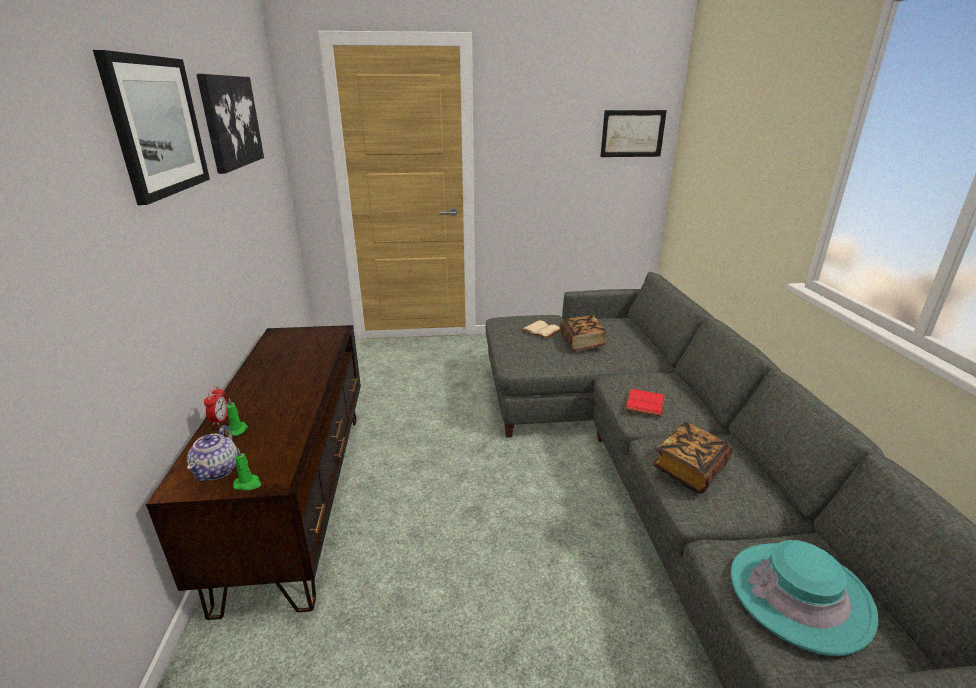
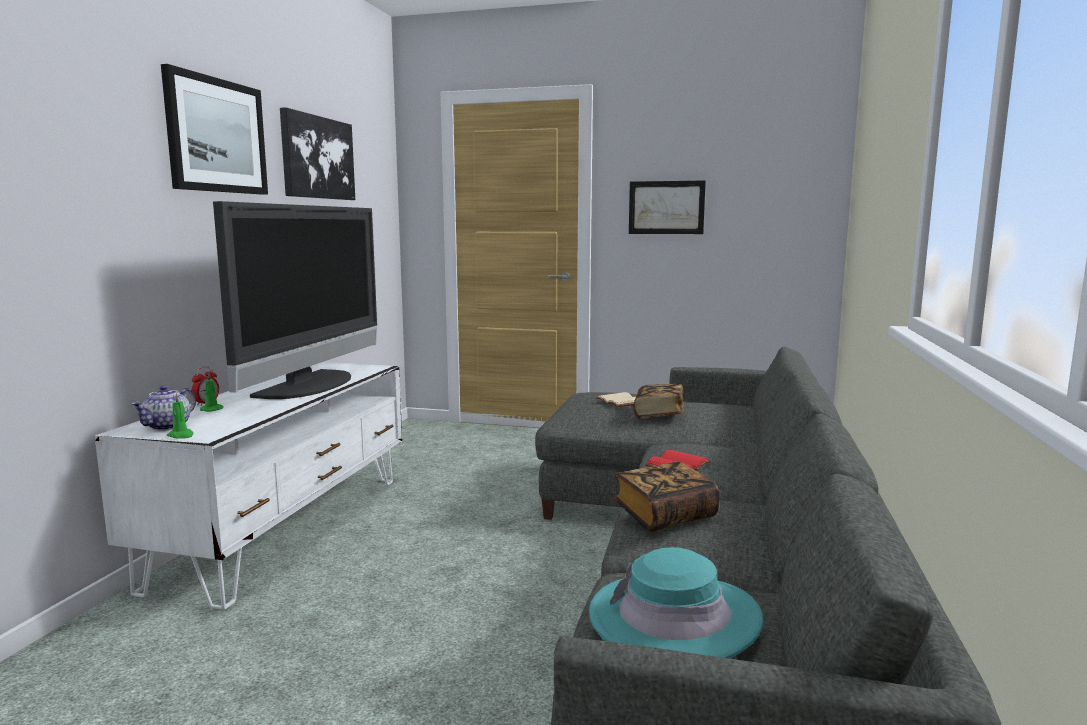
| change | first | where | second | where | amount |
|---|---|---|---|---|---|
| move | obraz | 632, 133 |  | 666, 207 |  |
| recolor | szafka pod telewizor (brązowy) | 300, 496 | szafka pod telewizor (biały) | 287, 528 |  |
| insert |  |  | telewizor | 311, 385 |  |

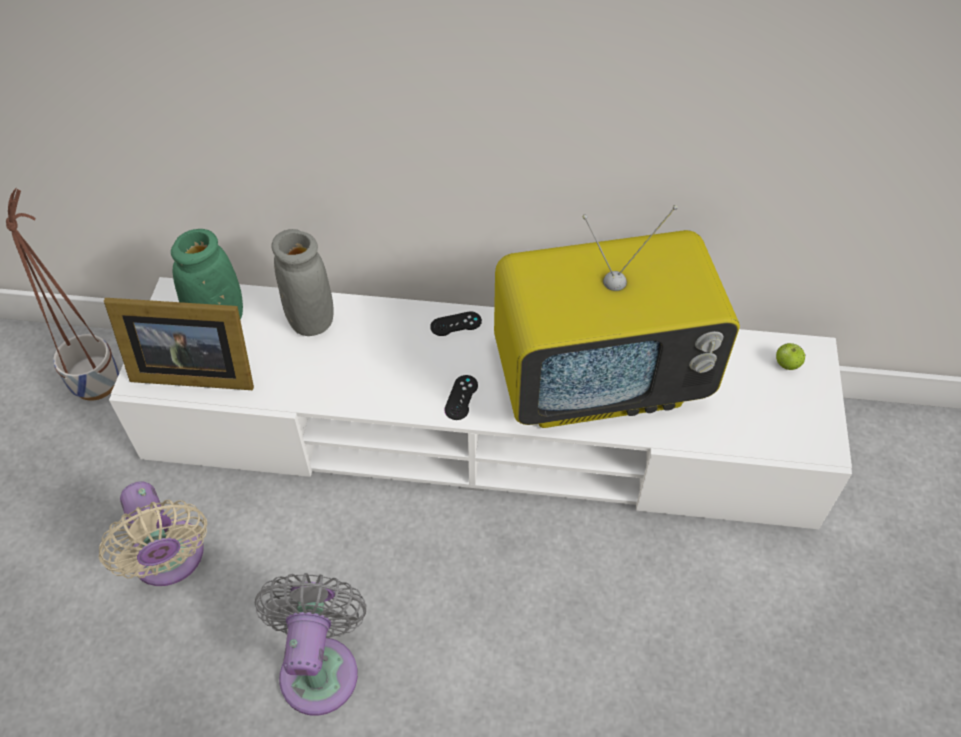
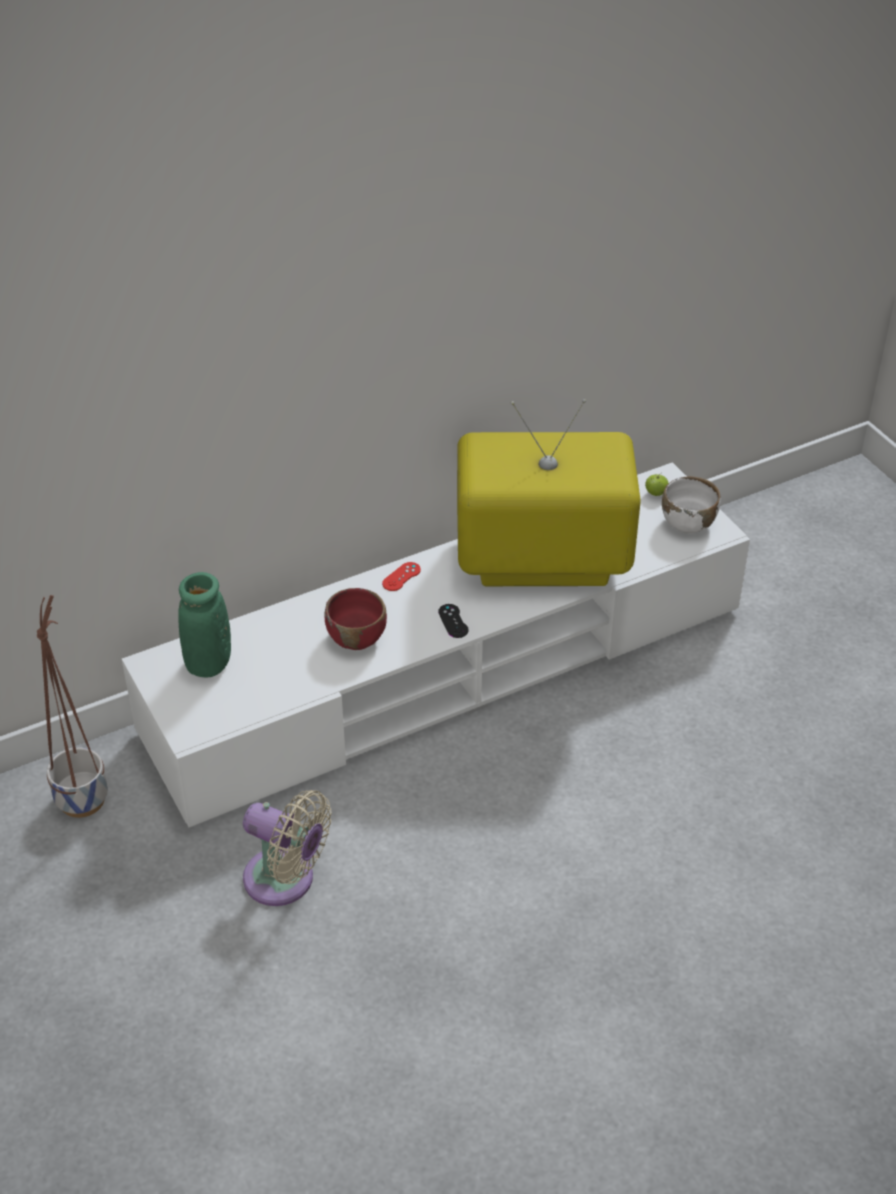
| change | first | where | second | where | amount |
|---|---|---|---|---|---|
| rotate | telewizor | 601, 379 |  | 540, 562 | 135 degrees counterclockwise |
| delete | wazon (szary) | 310, 320 |  |  |  |
| delete | ramka na zdjęcie | 191, 371 |  |  |  |
| recolor | pad do gier (czarny) | 456, 324 | pad do gier (czerwony) | 401, 577 |  |
| delete | wentylator (szary) | 320, 666 |  |  |  |
| insert |  |  | miska (biały) | 688, 523 |  |
| insert |  |  | miska (czerwony) | 357, 637 |  |

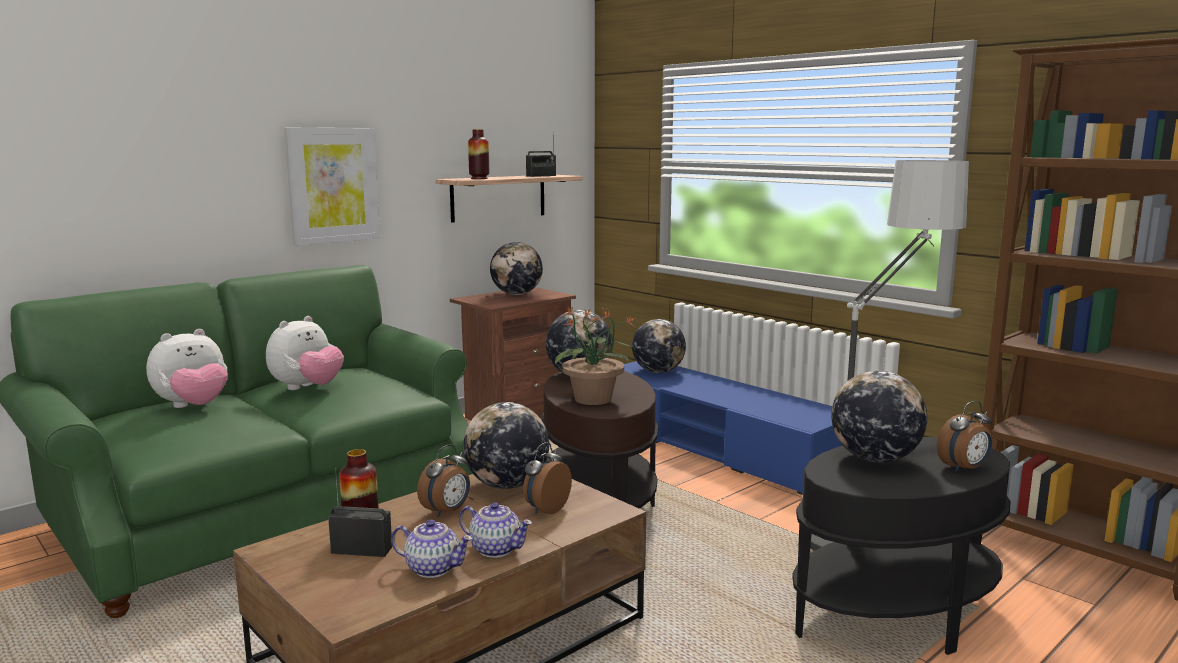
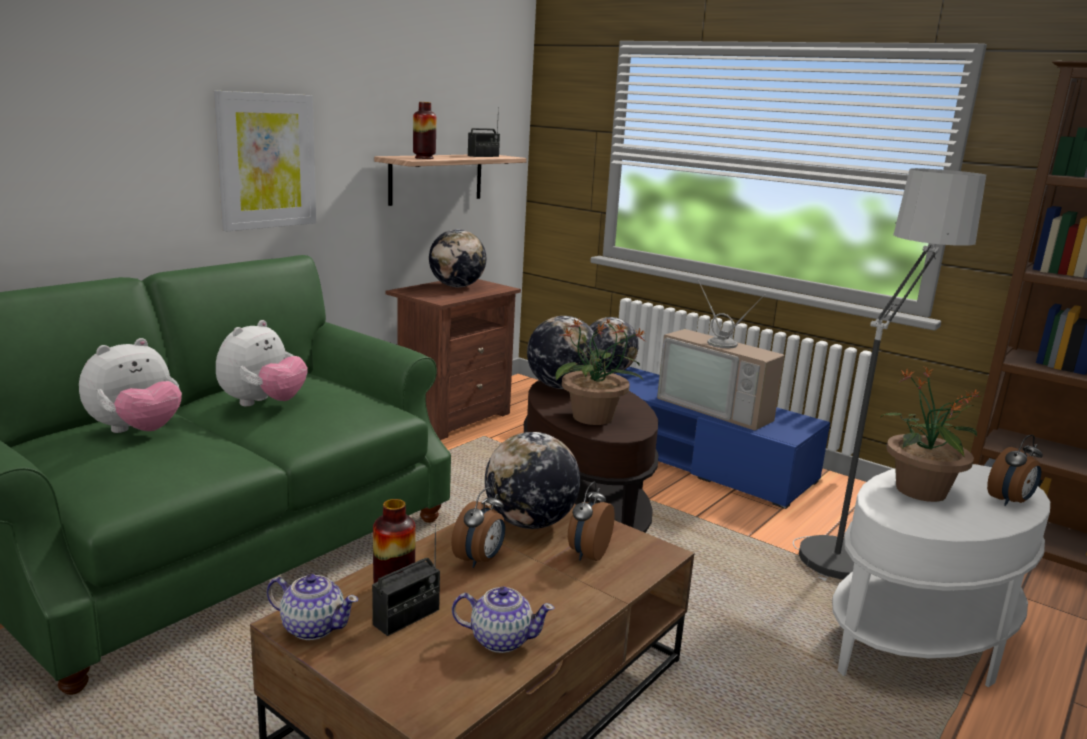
| change | first | where | second | where | amount |
|---|---|---|---|---|---|
| replace | globus | 874, 459 | roślina doniczkowa | 919, 491 |  |
| recolor | stolik (czarny) | 894, 614 | stolik (biały) | 920, 642 |  |
| rotate | radio | 362, 550 |  | 406, 617 | 135 degrees clockwise |
| move | imbryk | 495, 549 |  | 312, 627 |  |
| insert |  |  | telewizor | 719, 408 |  |

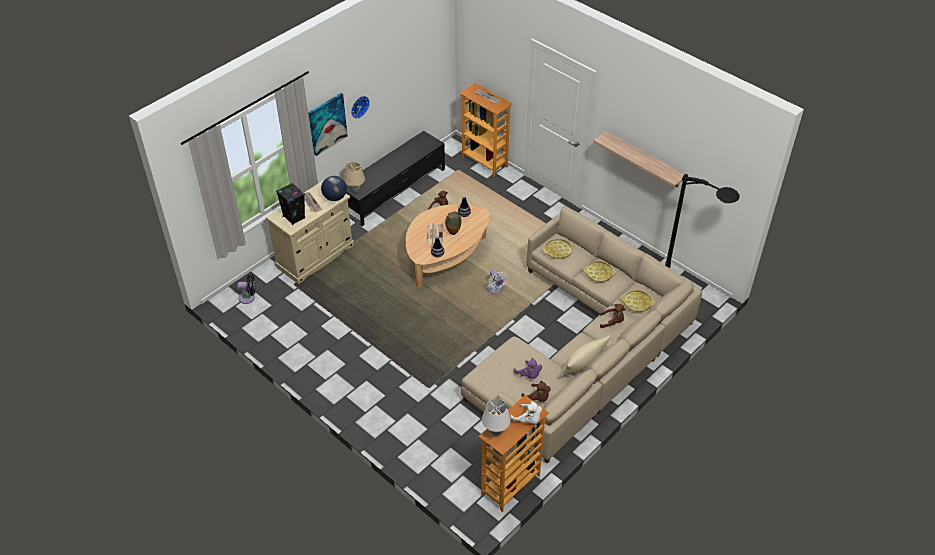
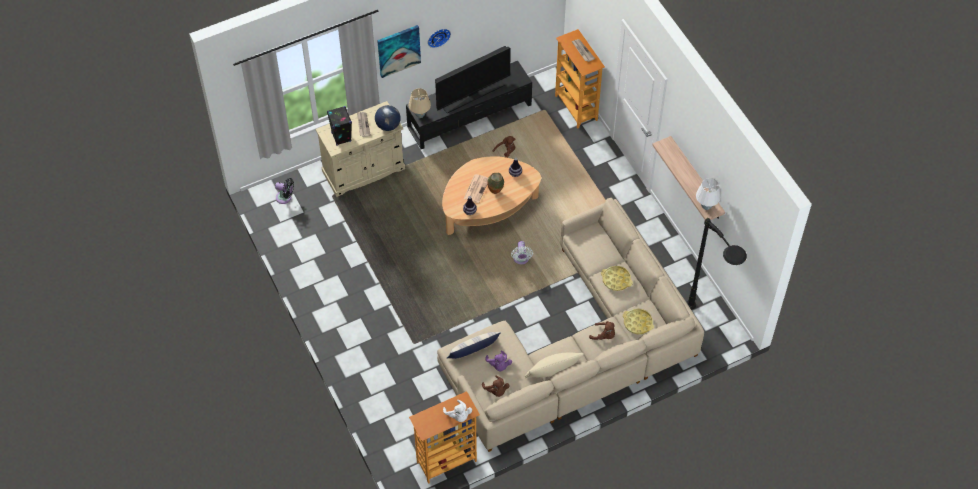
| change | first | where | second | where | amount |
|---|---|---|---|---|---|
| delete | taca (żółty) | 558, 251 |  |  |  |
| move | lampa stołowa (biały) | 495, 431 |  | 706, 206 |  |
| insert |  |  | telewizor | 473, 95 |  |
| insert |  |  | poduszka | 473, 350 |  |

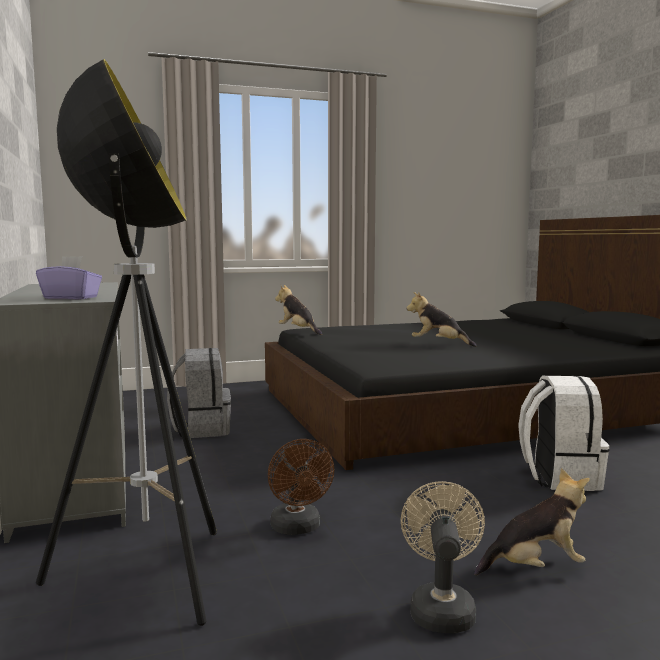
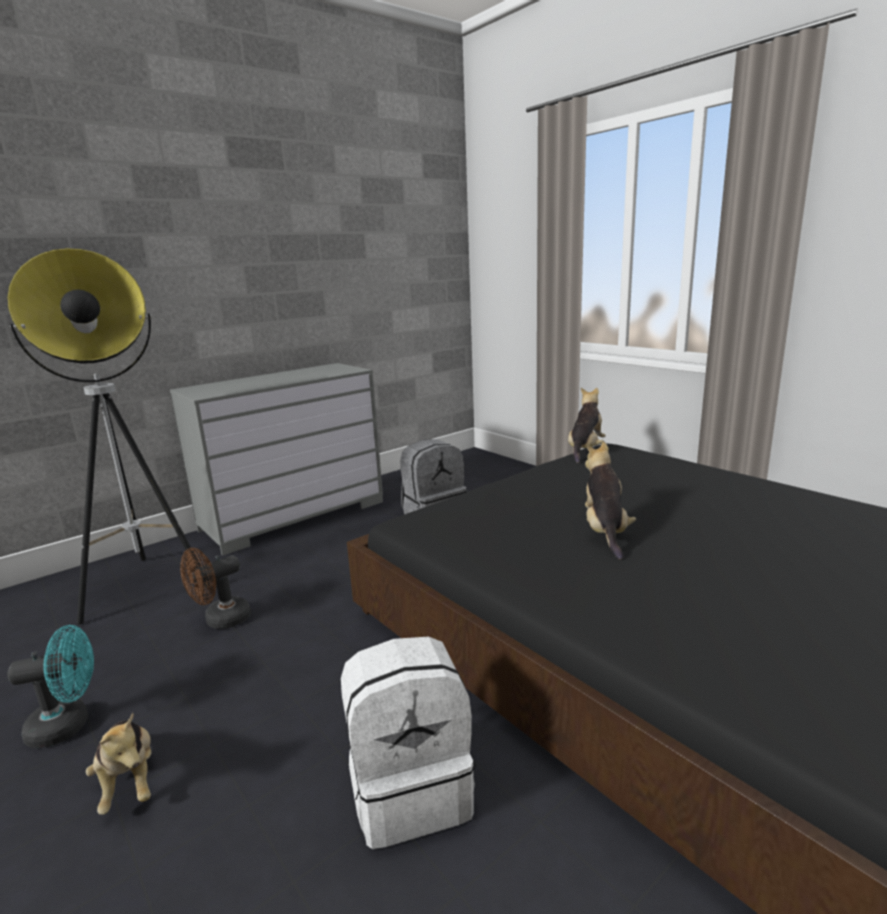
| change | first | where | second | where | amount |
|---|---|---|---|---|---|
| delete | pudełko chusteczek (fioletowy) | 71, 298 |  |  |  |
| recolor | wentylator (beżowy) | 441, 608 | wentylator (turkusowy) | 68, 725 |  |

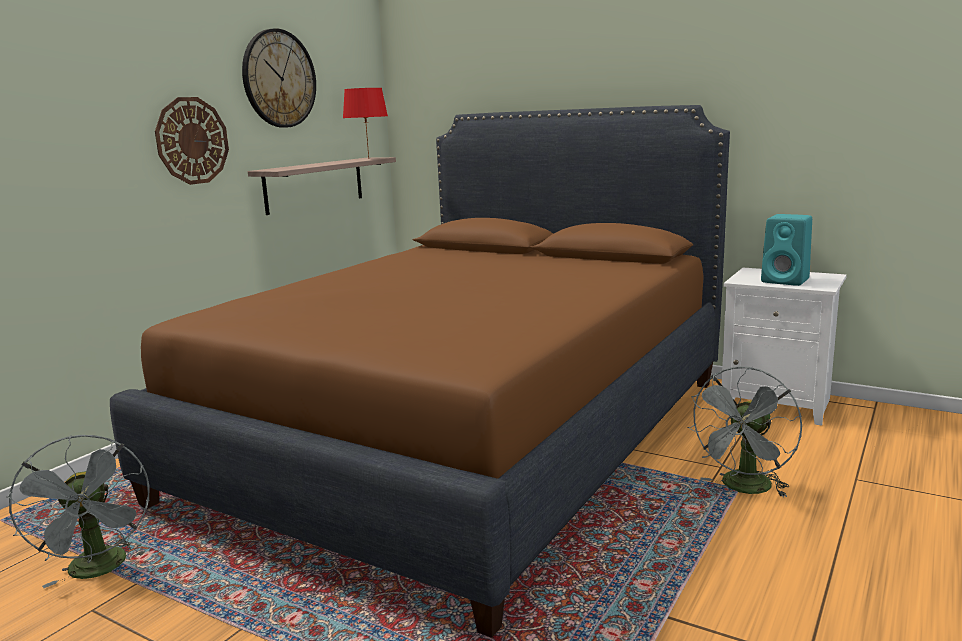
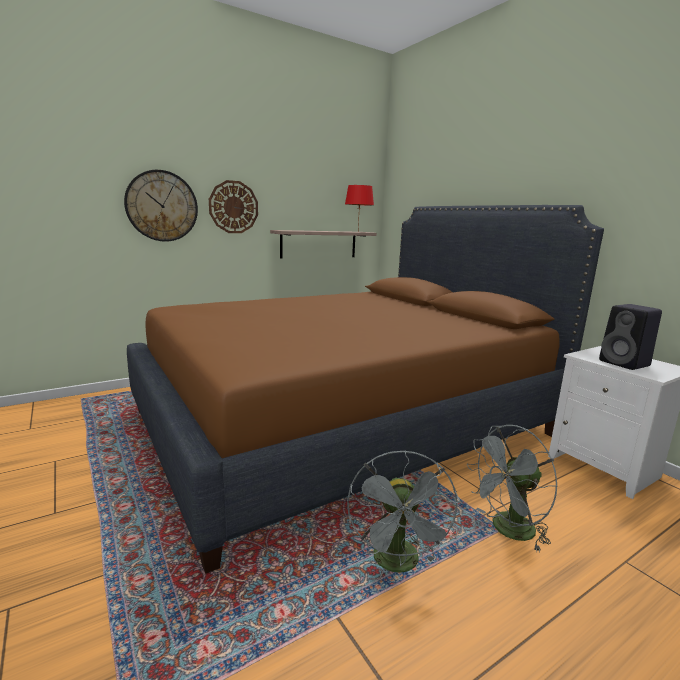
| change | first | where | second | where | amount |
|---|---|---|---|---|---|
| move | zegar ścienny | 279, 79 |  | 162, 206 |  |
| recolor | głośnik (turkusowy) | 786, 281 | głośnik (czarny) | 625, 364 |  |
| move | wentylator (szary) | 100, 570 |  | 398, 565 |  |

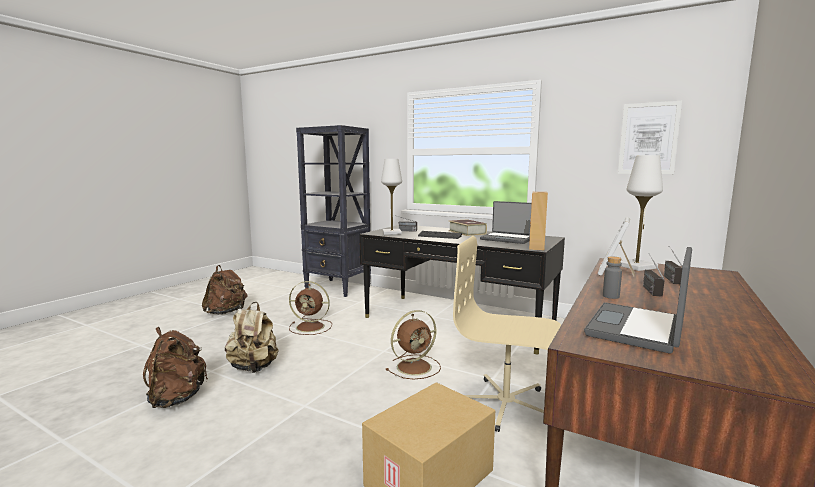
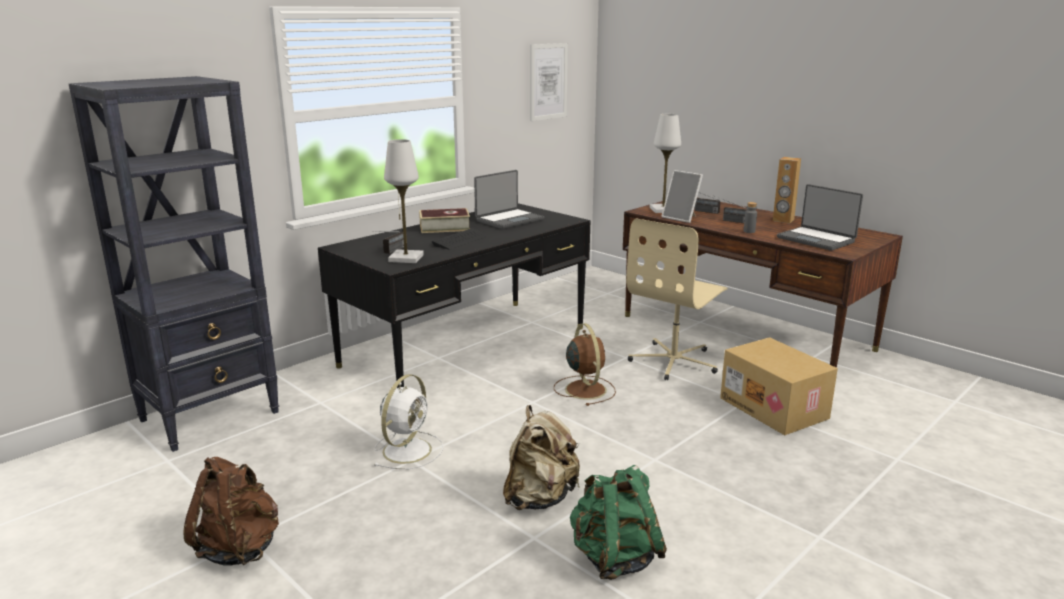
| change | first | where | second | where | amount |
|---|---|---|---|---|---|
| move | głośnik (brązowy) | 536, 248 |  | 783, 220 |  |
| recolor | wentylator (brązowy) | 311, 327 | wentylator (biały) | 408, 449 |  |
| recolor | plecak (brązowy) | 177, 398 | plecak (zielony) | 614, 559 |  |

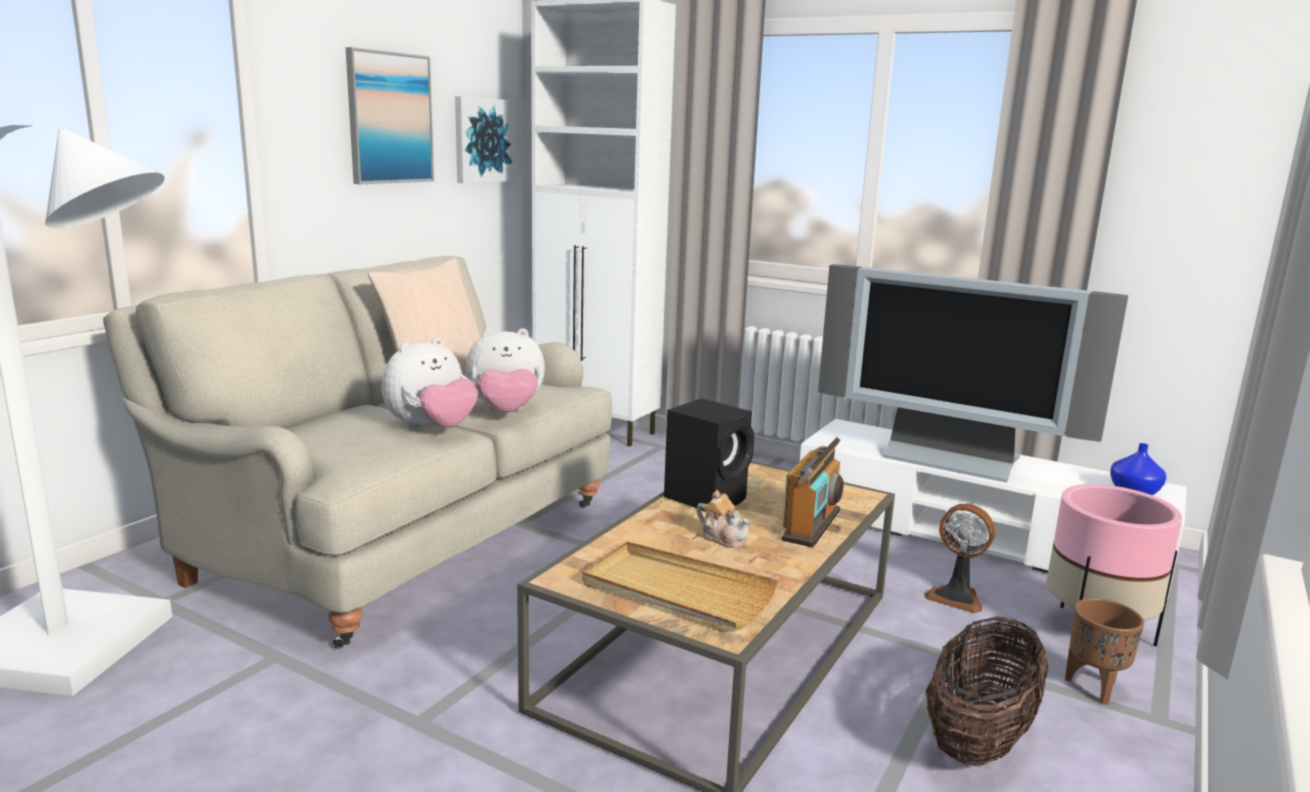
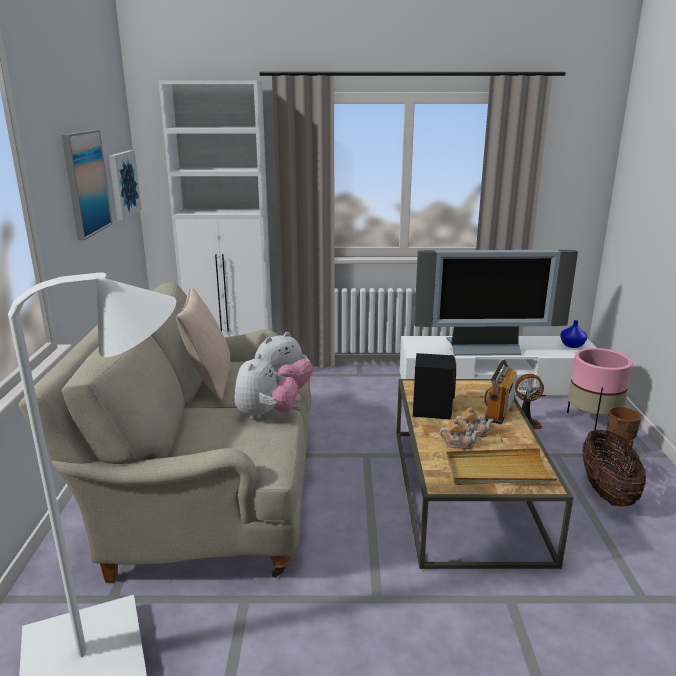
| change | first | where | second | where | amount |
|---|---|---|---|---|---|
| rotate | radio | 812, 525 |  | 498, 410 | 150 degrees counterclockwise |
| insert |  |  | imbryk | 458, 444 |  |

